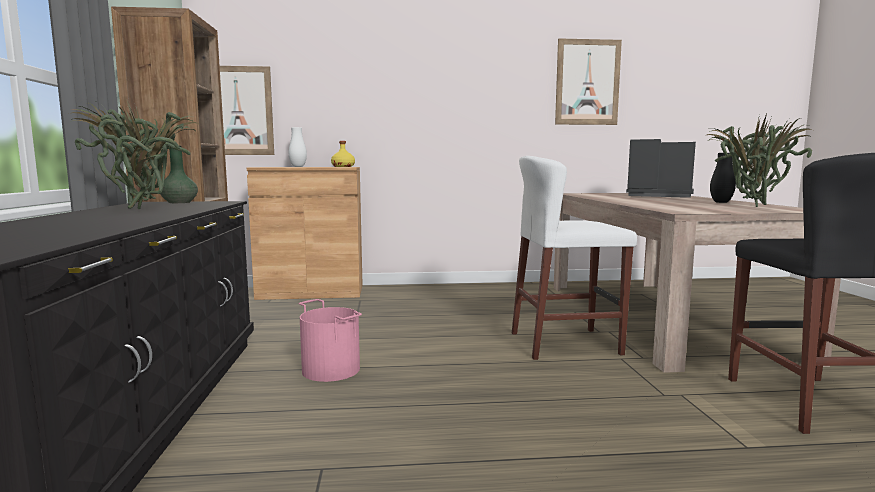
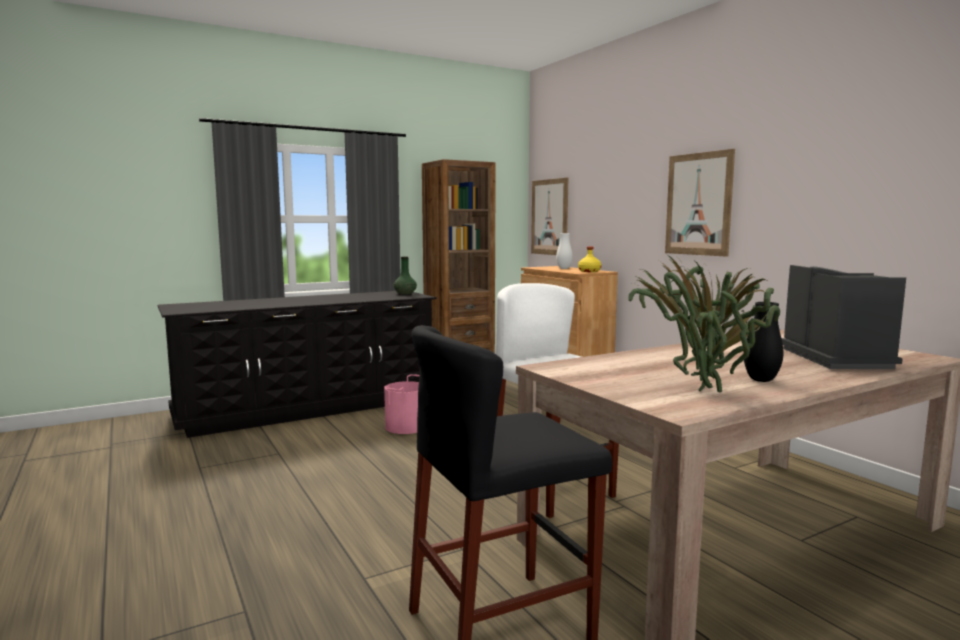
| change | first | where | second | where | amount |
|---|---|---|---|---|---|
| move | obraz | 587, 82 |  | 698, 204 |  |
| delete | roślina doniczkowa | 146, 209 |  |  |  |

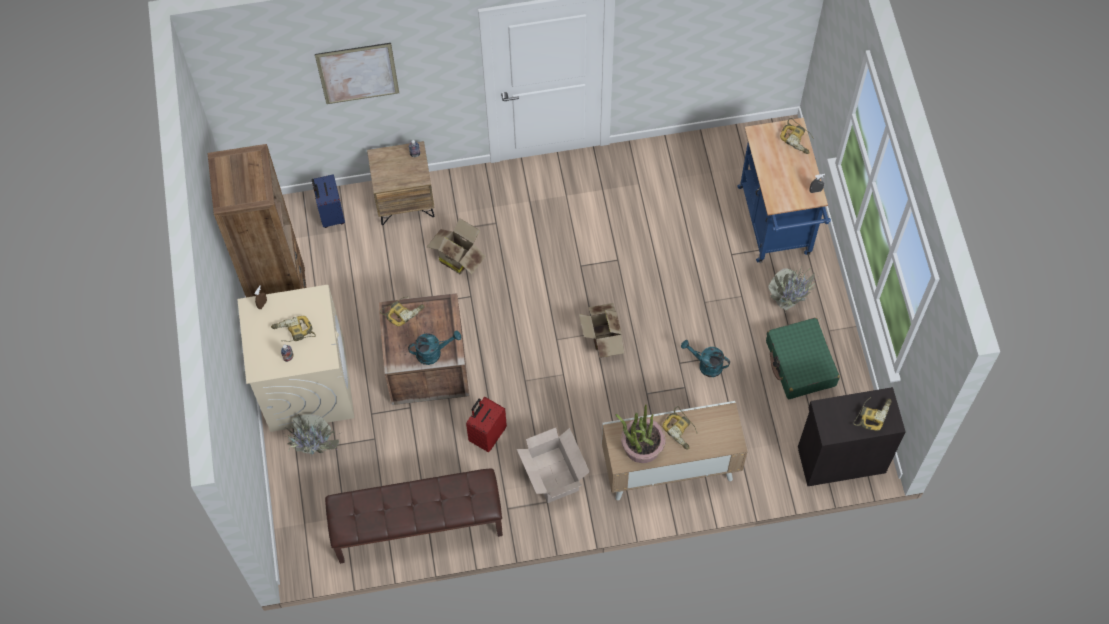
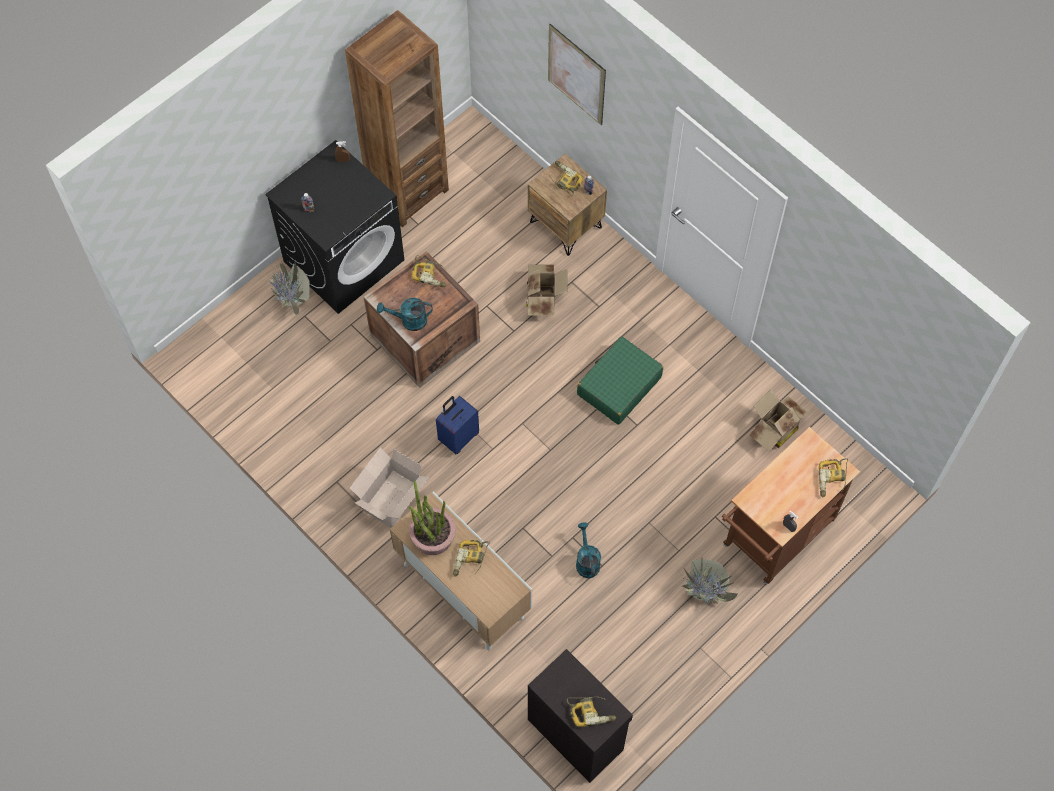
| change | first | where | second | where | amount |
|---|---|---|---|---|---|
| recolor | wózek (niebieski) | 776, 226 | wózek (brązowy) | 774, 538 |  |
| move | walizka (niebieski) | 330, 215 |  | 458, 437 |  |
| recolor | pralka (beżowy) | 306, 384 | pralka (czarny) | 344, 260 |  |
| move | karton | 603, 338 |  | 773, 430 |  |
| move | wiertarka | 293, 332 |  | 564, 180 |  |
| move | walizka (zielony) | 800, 364 |  | 618, 386 |  |
| rotate | konewka (turkusowy) | 433, 352 |  | 409, 321 | 135 degrees clockwise |
| delete | walizka (czerwony) | 487, 435 |  |  |  |
| delete | ławka (brązowy) | 418, 527 |  |  |  |

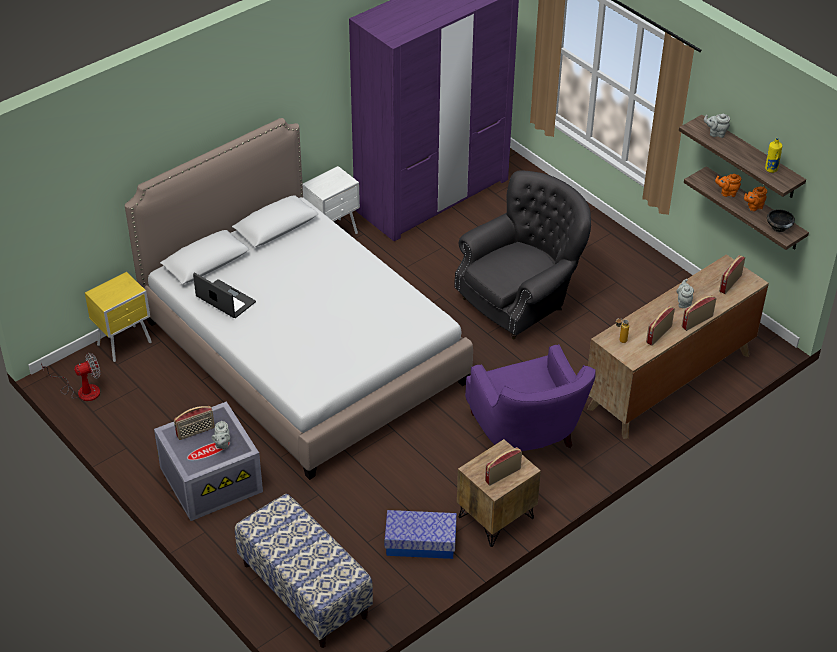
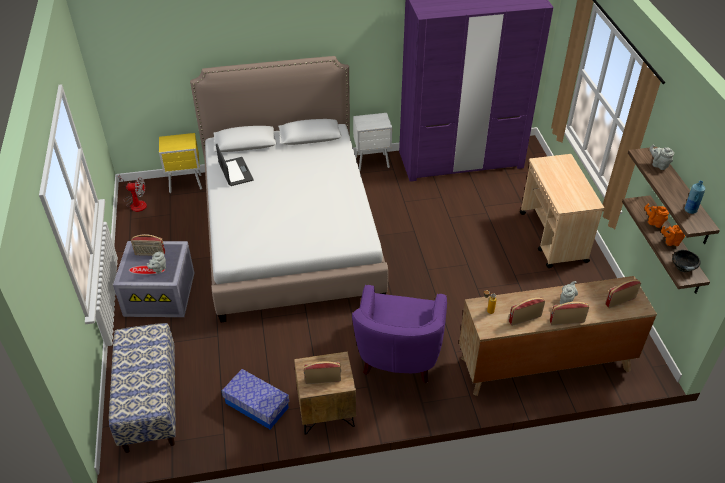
| change | first | where | second | where | amount |
|---|---|---|---|---|---|
| recolor | butelka (żółty) | 771, 169 | butelka (niebieski) | 690, 210 |  |
| delete | fotel (szary) | 520, 299 |  |  |  |
| insert |  |  | wózek (beżowy) | 553, 237 |  |

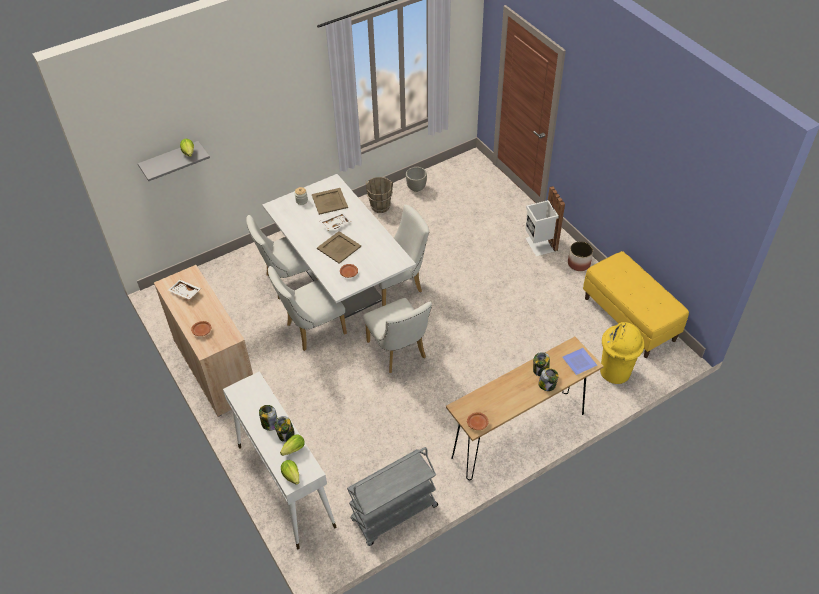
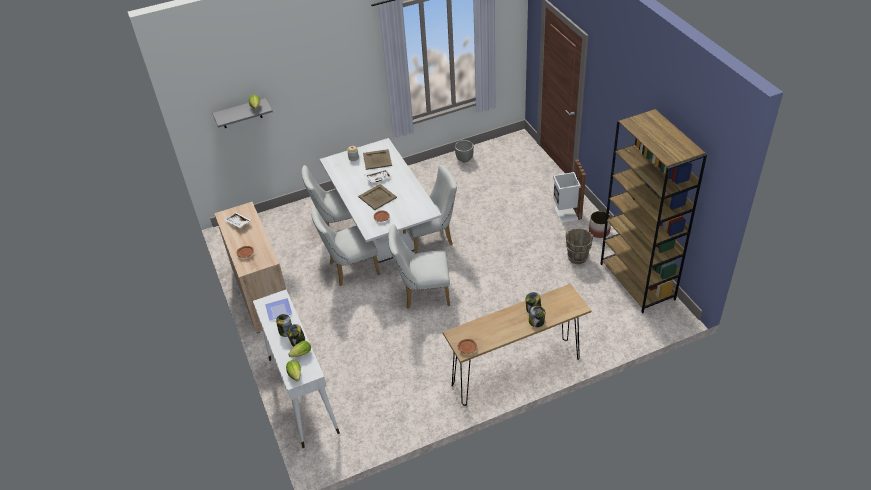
| change | first | where | second | where | amount |
|---|---|---|---|---|---|
| move | wiadro (brązowy) | 380, 206 |  | 577, 257 |  |
| replace | ławka (żółty) | 630, 319 | regał (brązowy) | 637, 281 |  |
| rotate | krzesło (biały) | 399, 352 |  | 422, 294 | 105 degrees clockwise |
| delete | kosz na śmieci (żółty) | 615, 372 |  |  |  |
| move | talerz | 580, 362 |  | 279, 310 |  |
| delete | wózek (szary) | 394, 514 |  |  |  |

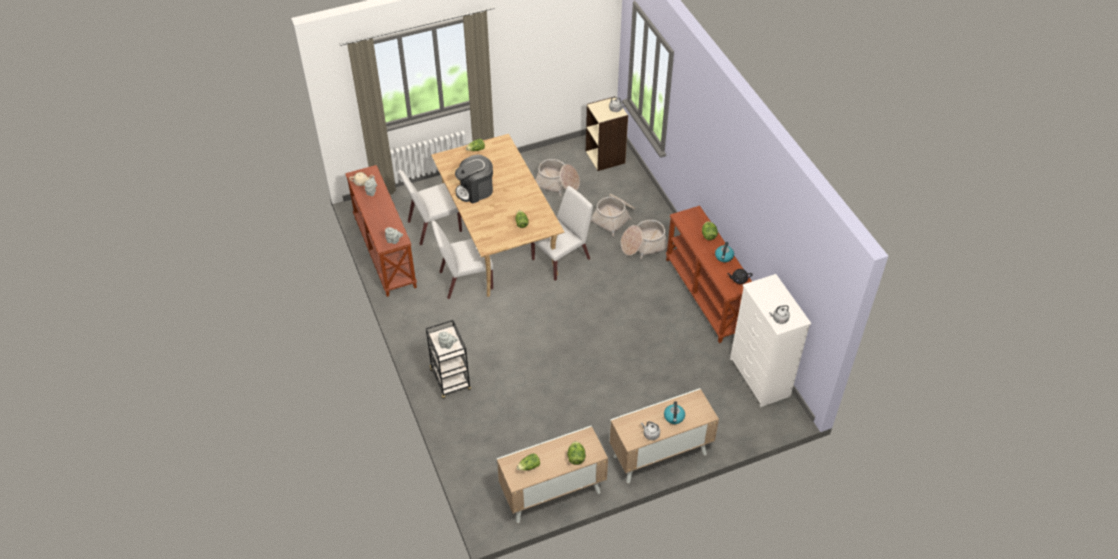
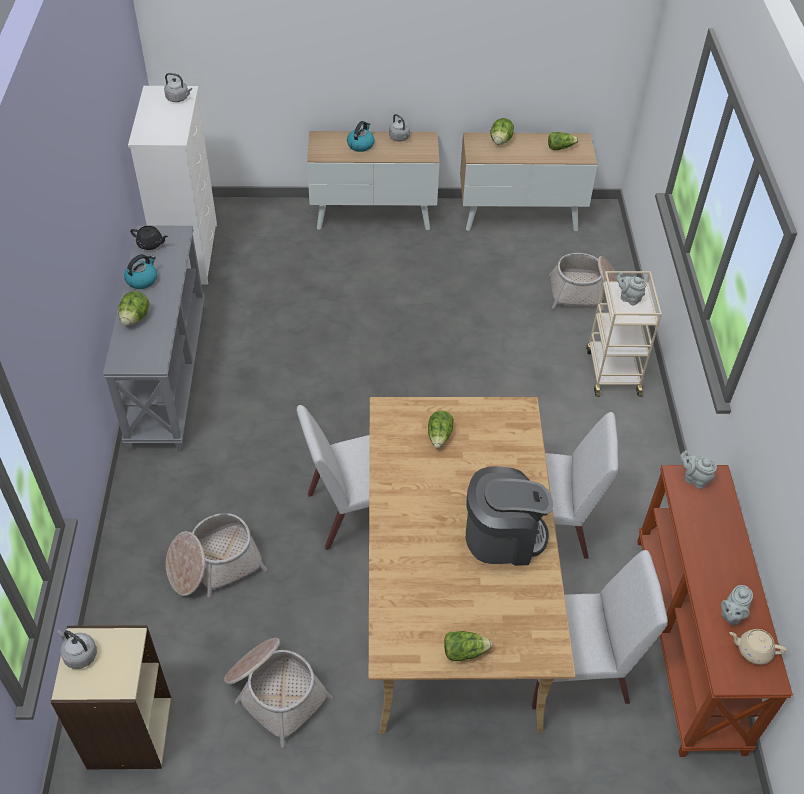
| change | first | where | second | where | amount |
|---|---|---|---|---|---|
| recolor | stolik konsolowy (brązowy) | 706, 295 | stolik konsolowy (szary) | 167, 374 |  |
| move | koszyk | 643, 245 |  | 585, 293 |  |
| recolor | wózek (czarny) | 450, 380 | wózek (beżowy) | 612, 371 |  |

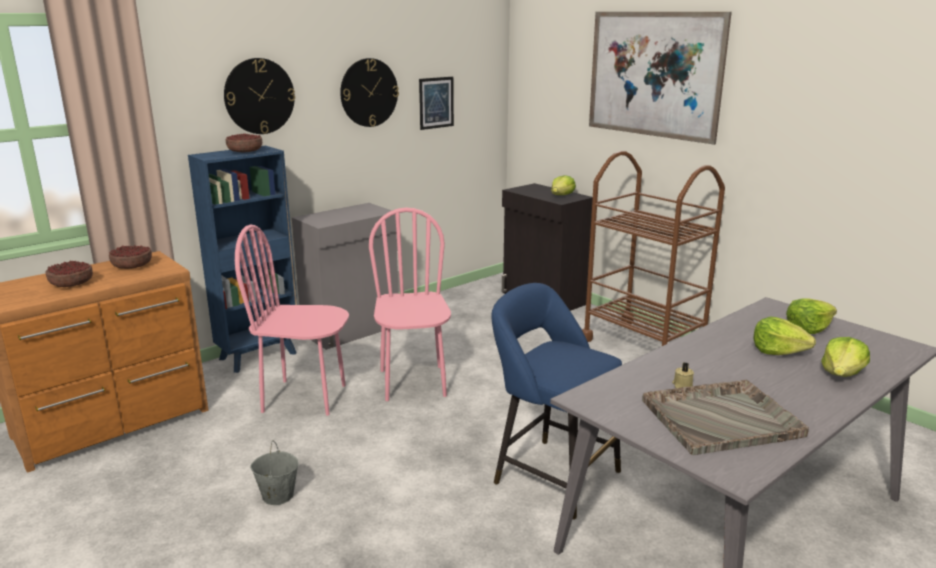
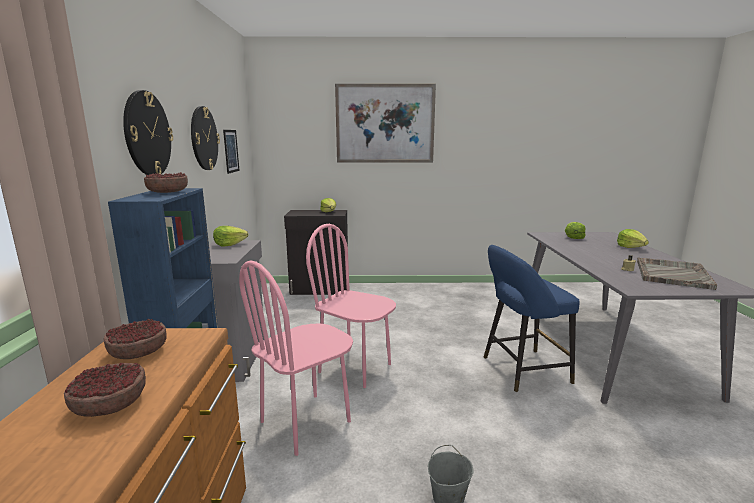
| change | first | where | second | where | amount |
|---|---|---|---|---|---|
| delete | wózek (brązowy) | 643, 345 |  |  |  |
| move | sałata | 778, 351 |  | 229, 244 |  |

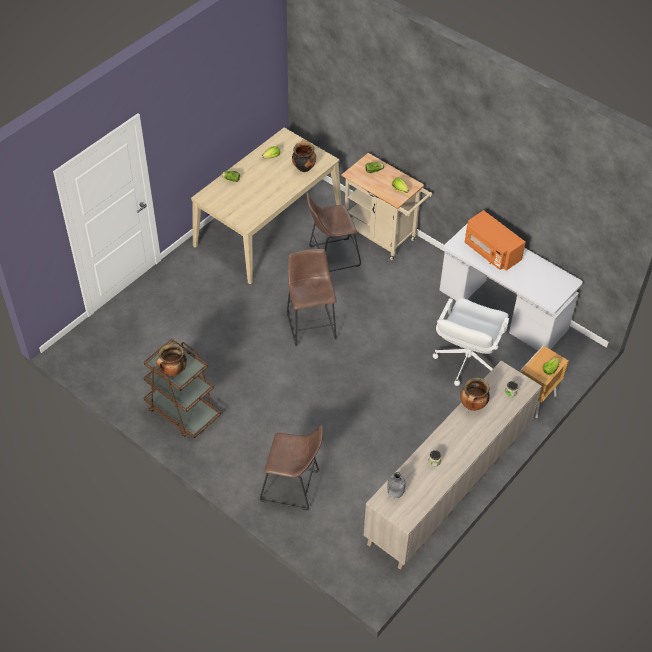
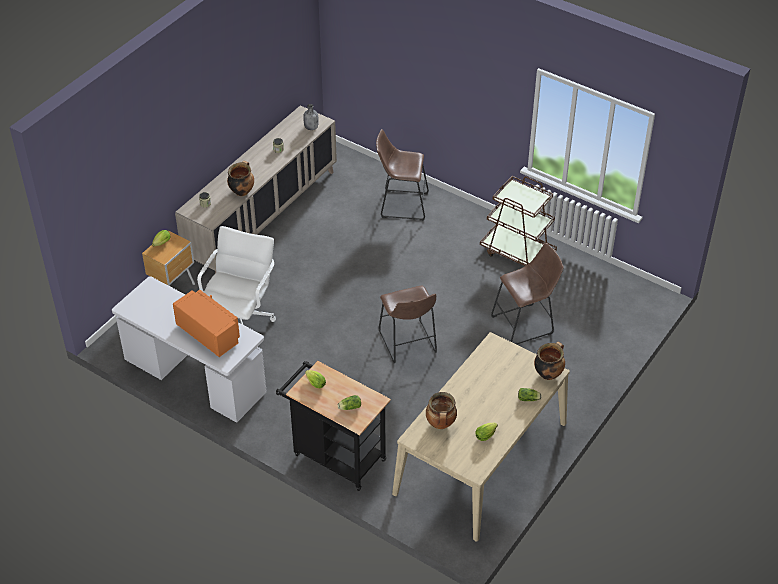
| change | first | where | second | where | amount |
|---|---|---|---|---|---|
| recolor | wózek (beżowy) | 383, 237 | wózek (czarny) | 335, 455 |  |
| move | stołek (brązowy) | 331, 256 |  | 525, 324 |  |
| move | garnek | 173, 372 |  | 548, 373 |  |

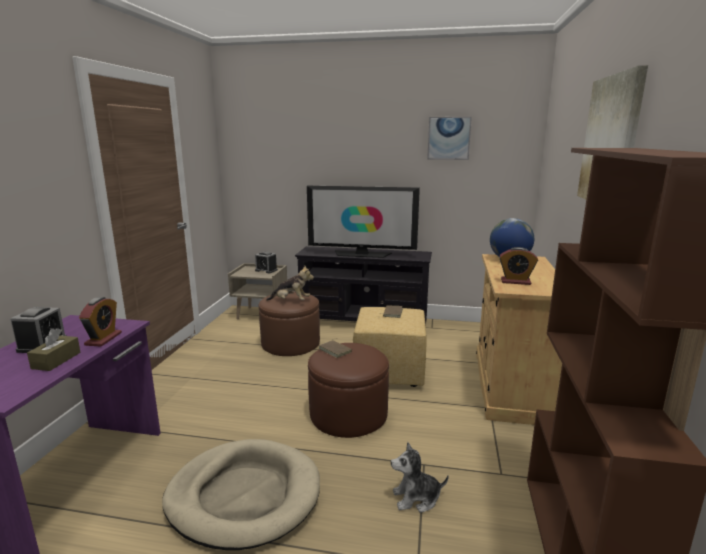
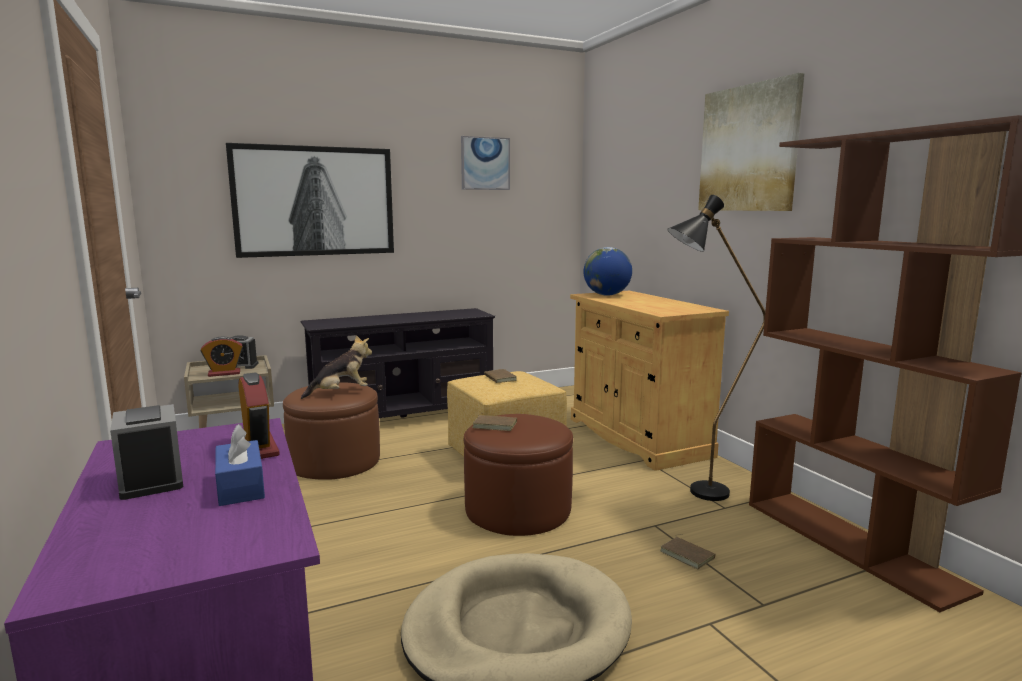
| change | first | where | second | where | amount |
|---|---|---|---|---|---|
| delete | telewizor | 361, 254 |  |  |  |
| move | budzik | 515, 282 |  | 224, 373 |  |
| recolor | pudełko chusteczek (brązowy) | 56, 360 | pudełko chusteczek (niebieski) | 240, 486 |  |
| replace | pluszak | 416, 498 | książka (brązowy) | 688, 554 |  |
| insert |  |  | obraz | 315, 201 |  |
| insert |  |  | lampa stojąca (czarny) | 696, 494 |  |

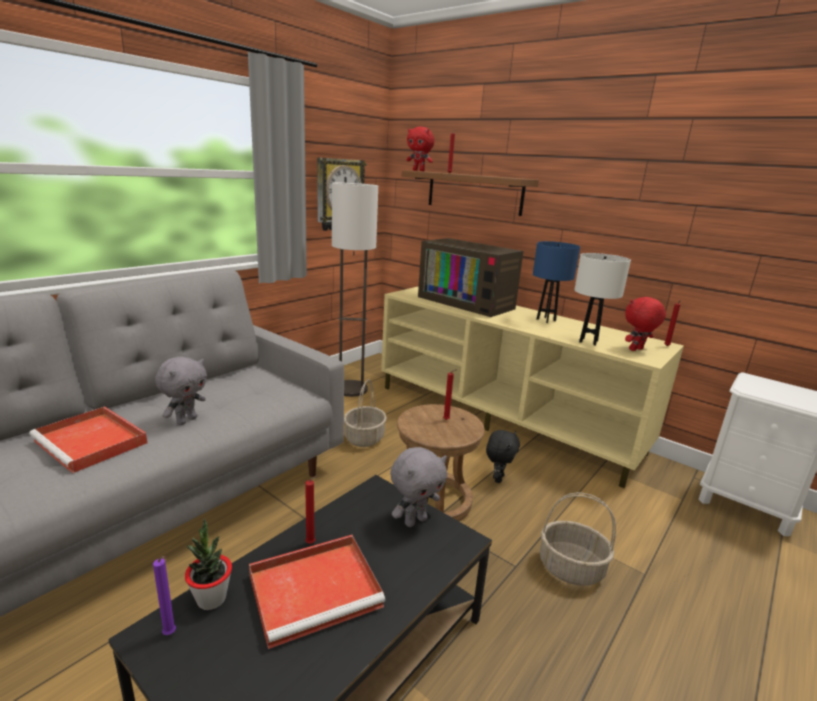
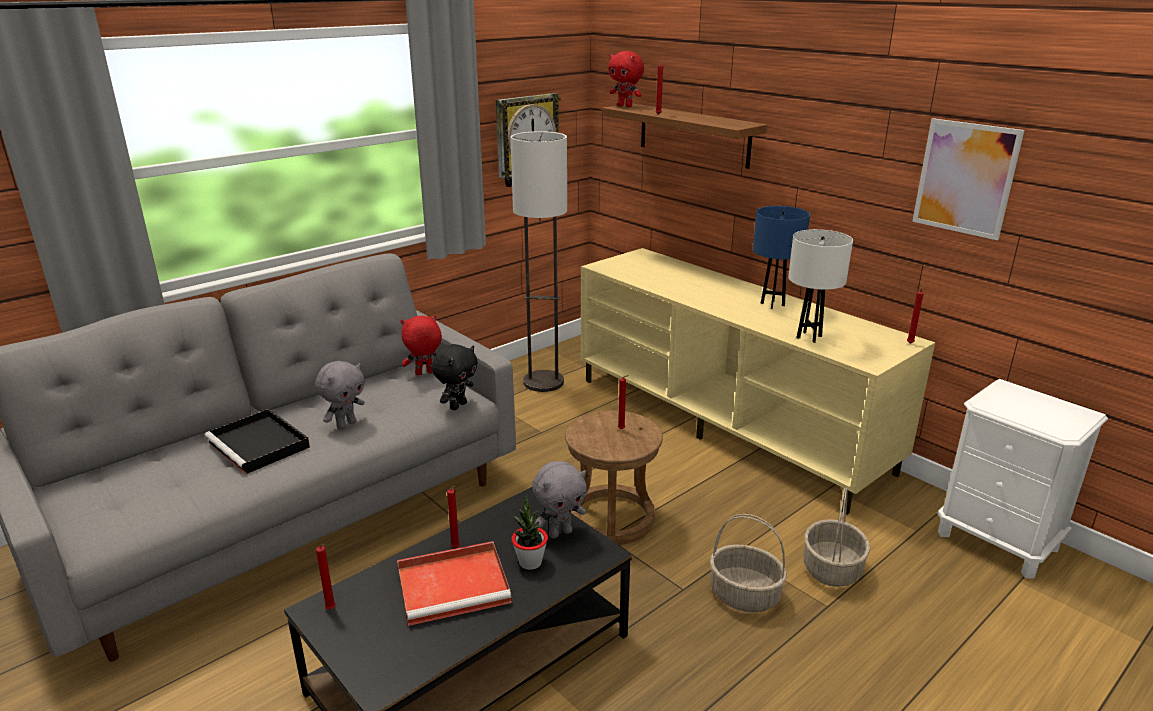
| change | first | where | second | where | amount |
|---|---|---|---|---|---|
| delete | telewizor | 468, 302 |  |  |  |
| move | pluszak (czerwony) | 636, 350 |  | 424, 373 |  |
| move | koszyk | 364, 438 |  | 832, 570 |  |
| recolor | taca (czerwony) | 92, 442 | taca (czarny) | 260, 445 |  |
| move | pluszak (czarny) | 498, 478 |  | 457, 405 |  |
| move | roślina doniczkowa | 211, 599 |  | 530, 562 |  |
| recolor | świeca (fioletowy) | 171, 634 | świeca (czerwony) | 332, 609 |  |
| insert |  |  | obraz | 965, 178 |  |

